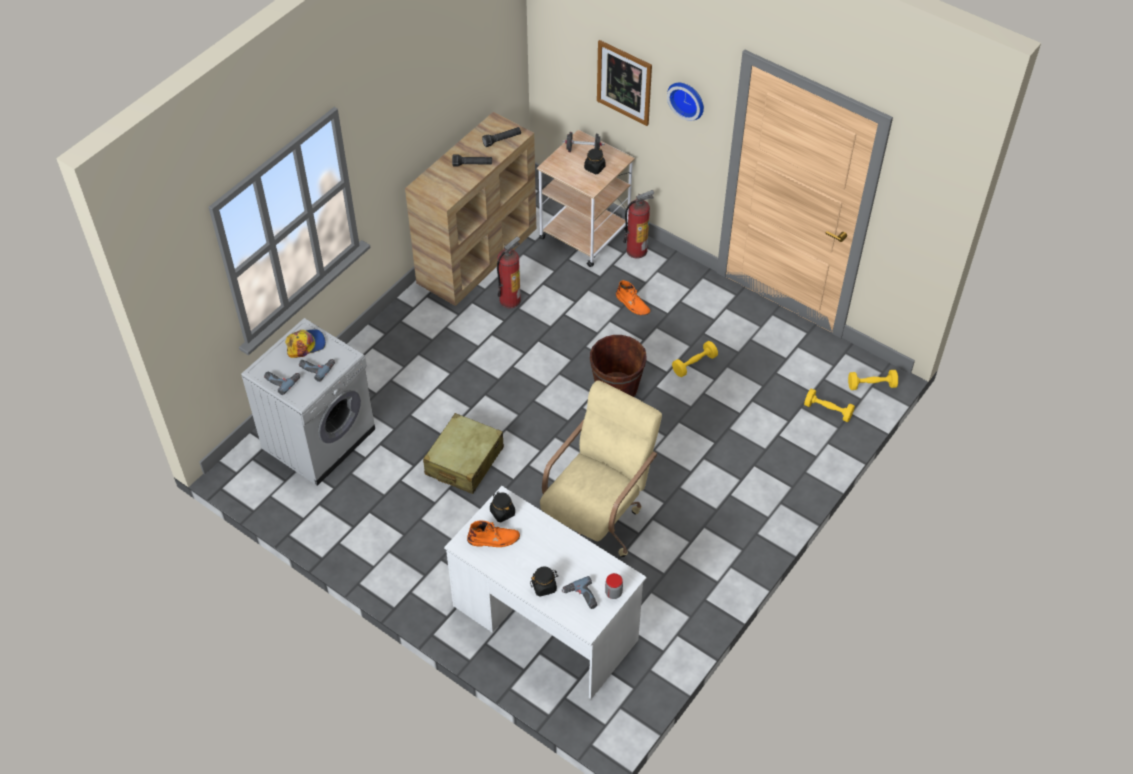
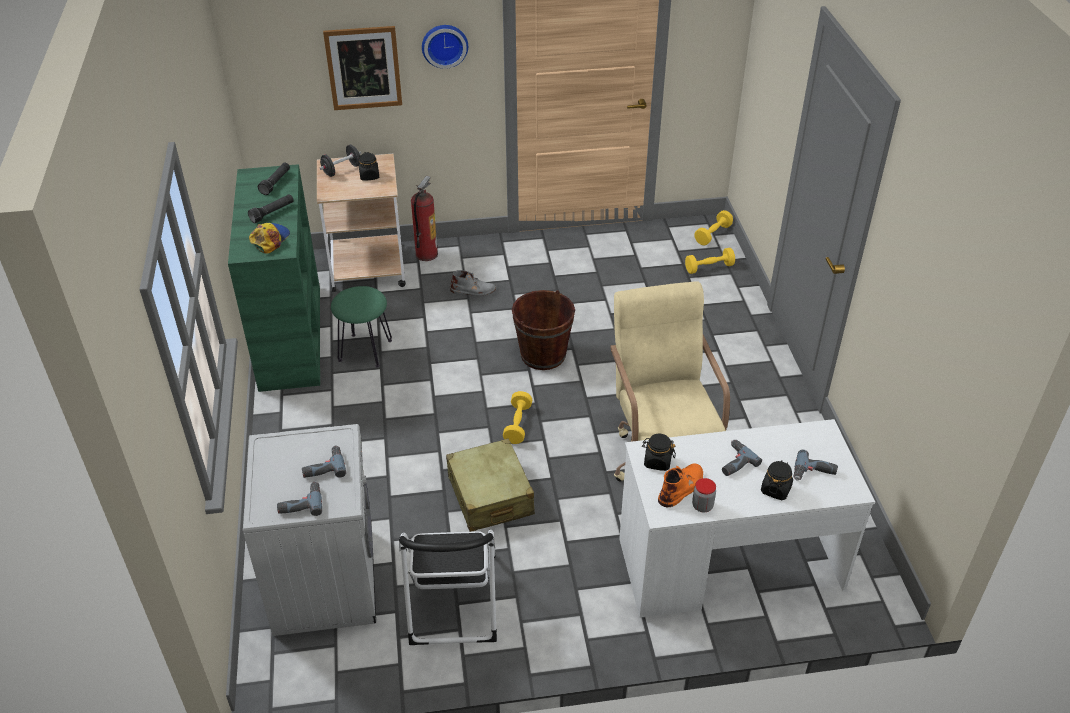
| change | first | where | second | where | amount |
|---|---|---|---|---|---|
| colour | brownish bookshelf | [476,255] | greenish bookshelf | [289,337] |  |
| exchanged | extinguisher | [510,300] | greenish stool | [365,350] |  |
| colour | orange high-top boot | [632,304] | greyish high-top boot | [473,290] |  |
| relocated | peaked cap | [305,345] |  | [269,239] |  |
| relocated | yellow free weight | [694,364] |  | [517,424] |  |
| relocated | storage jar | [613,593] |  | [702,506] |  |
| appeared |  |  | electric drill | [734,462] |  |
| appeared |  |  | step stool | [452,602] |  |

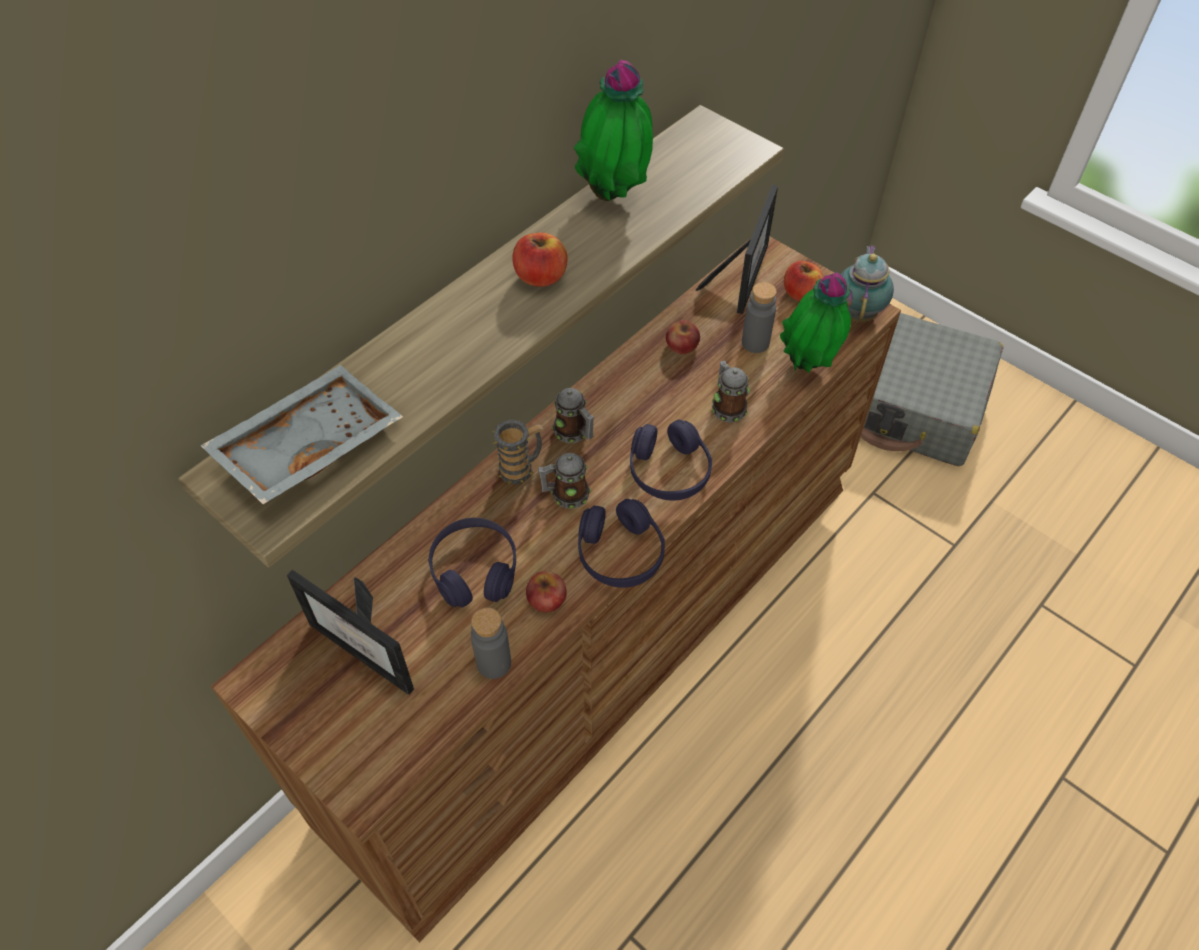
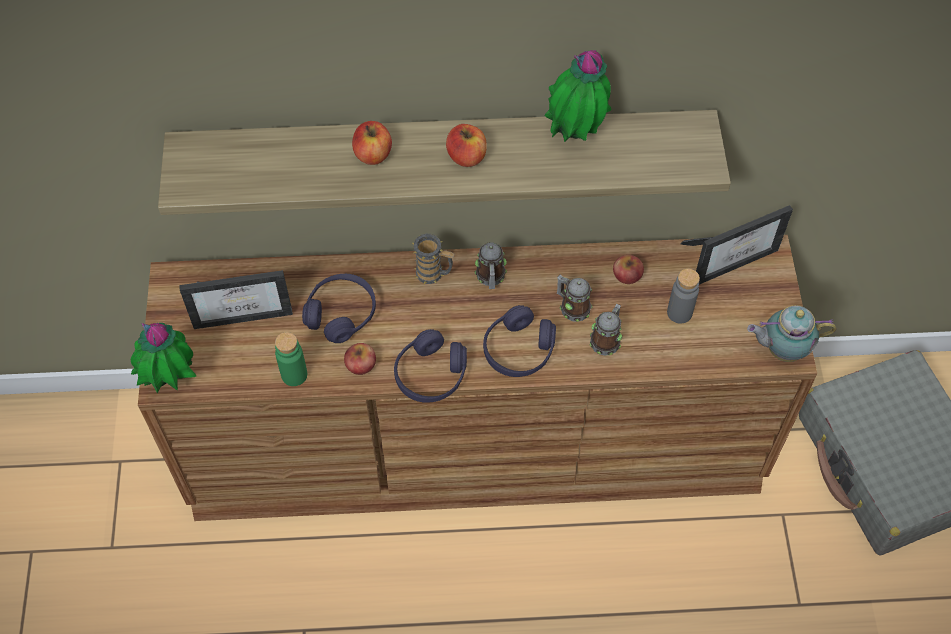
| change | first | where | second | where | amount |
|---|---|---|---|---|---|
| spun | teapot | [858,312] |  | [781,350] | 150 degrees counterclockwise |
| relocated | apple | [801,294] |  | [373,154] |  |
| relocated | plant in a pot | [808,367] |  | [171,383] |  |
| missing | greyish tray | [307,444] |  |  |  |
| relocated | mug | [565,494] |  | [572,307] |  |
| spun | standing frame | [372,647] |  | [244,310] | 90 degrees counterclockwise |
| colour | greyish bottle | [494,663] | greenish bottle | [294,375] |  |

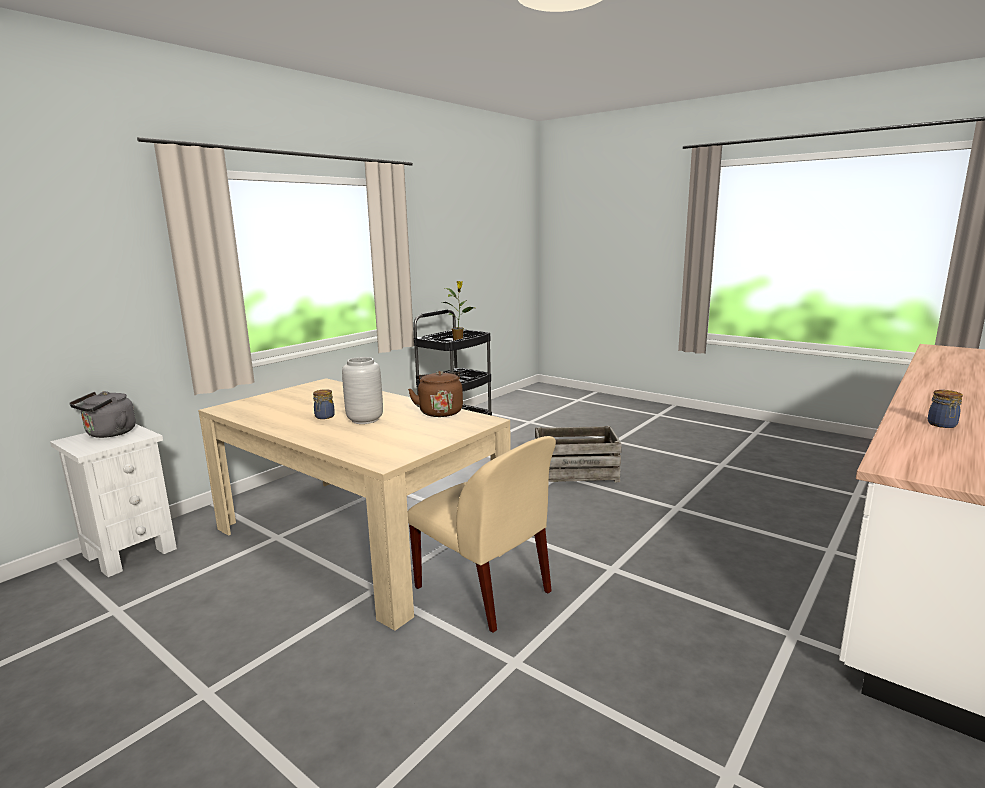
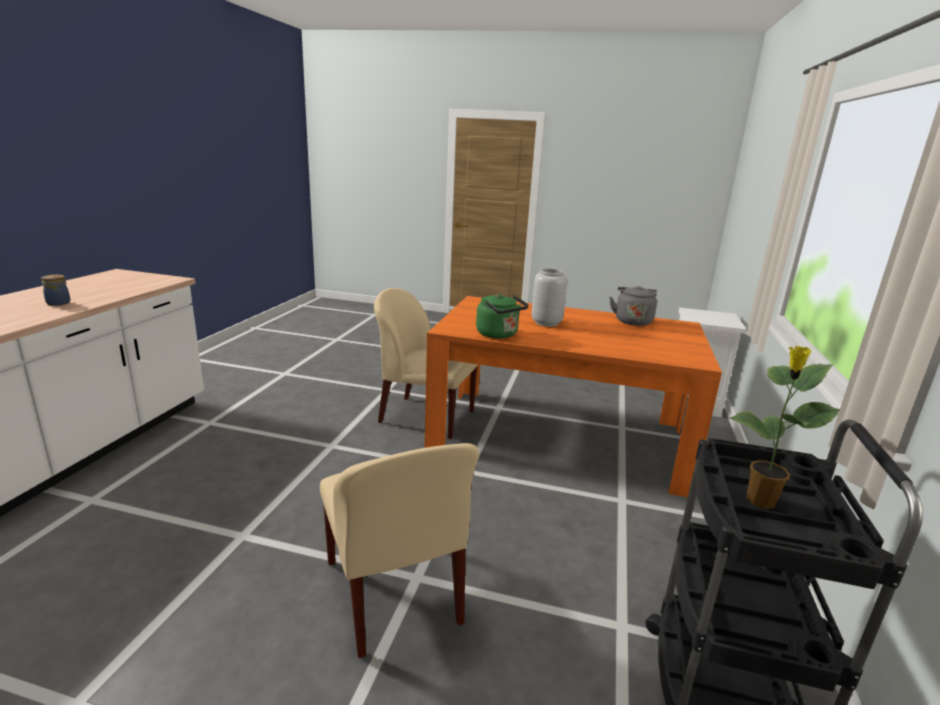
| change | first | where | second | where | amount |
|---|---|---|---|---|---|
| colour | brownish tea kettle | [439,412] | greenish tea kettle | [499,334] |  |
| colour | sand-coloured kitchen table | [359,538] | orange kitchen table | [558,437] |  |
| missing | storage jar | [324,417] |  |  |  |
| relocated | greyish tea kettle | [109,434] |  | [632,321] |  |
| exchanged | crate | [575,472] | sand-coloured chair | [393,594] |  |

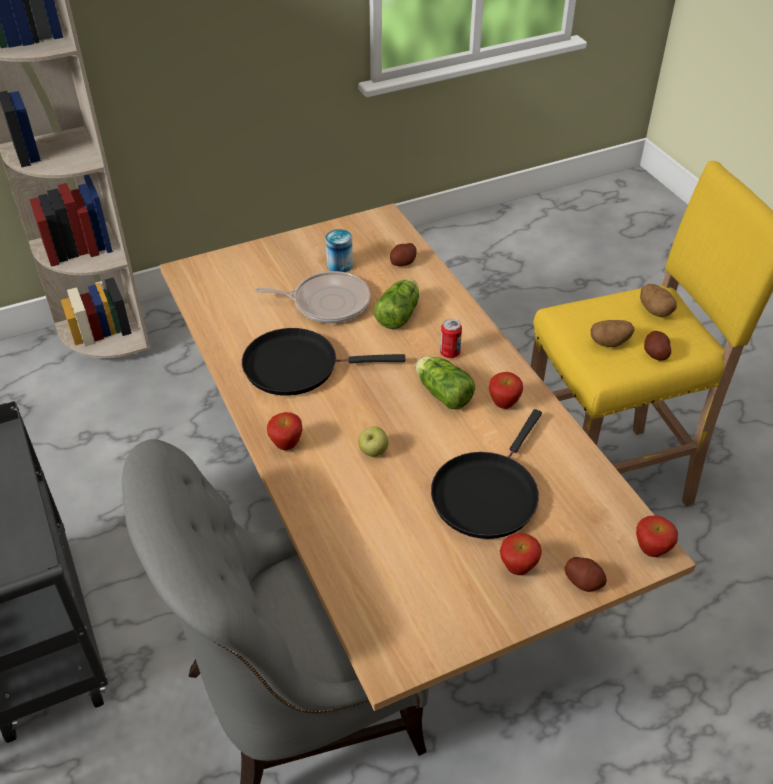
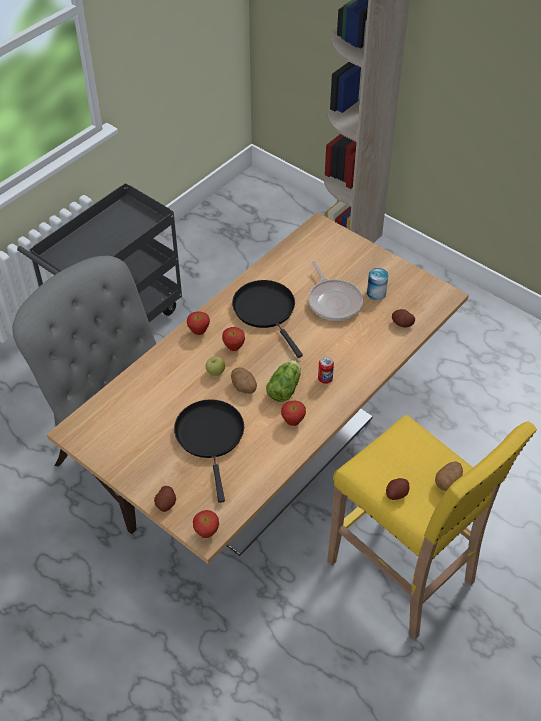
| change | first | where | second | where | amount |
|---|---|---|---|---|---|
| missing | head of lettuce | [399,313] |  |  |  |
| relocated | whole potato | [609,342] |  | [244,387] |  |
| spun | blackish pan | [487,493] |  | [211,436] | 75 degrees clockwise |
| relocated | apple | [517,568] |  | [234,348] |  |

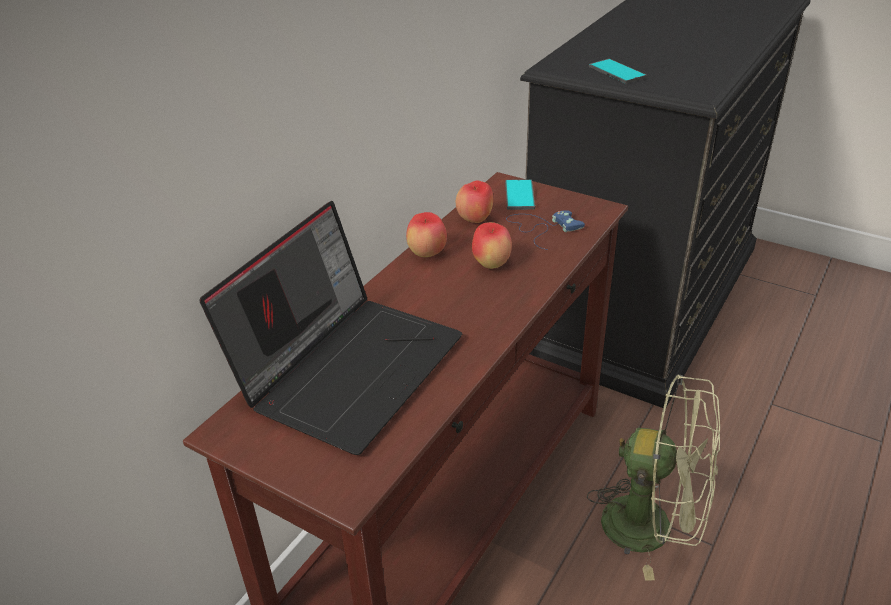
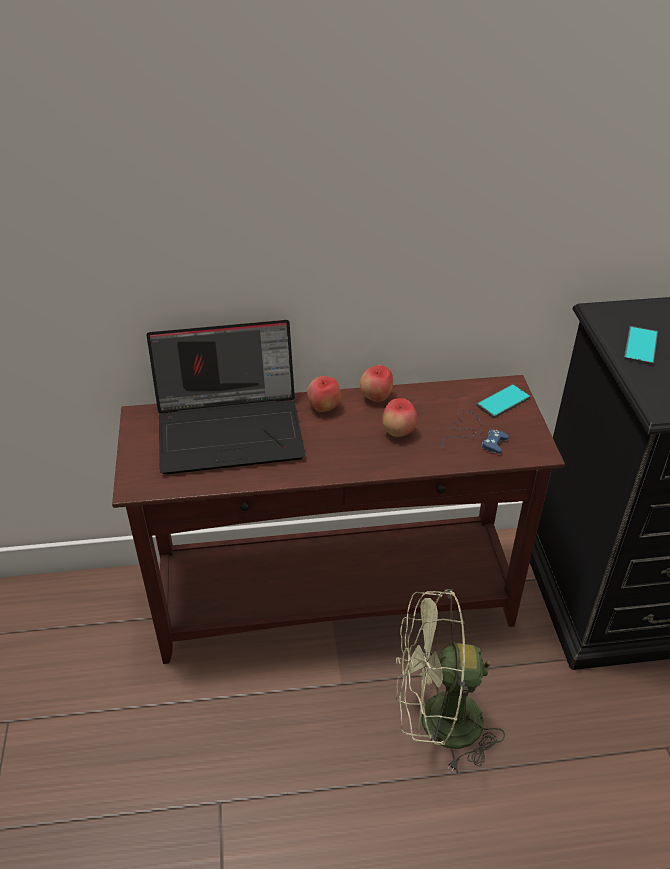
| change | first | where | second | where | amount |
|---|---|---|---|---|---|
| relocated | apple | [475,220] |  | [323,408] |  |
| spun | greenish cooling fan | [653,527] |  | [436,723] | 105 degrees clockwise |

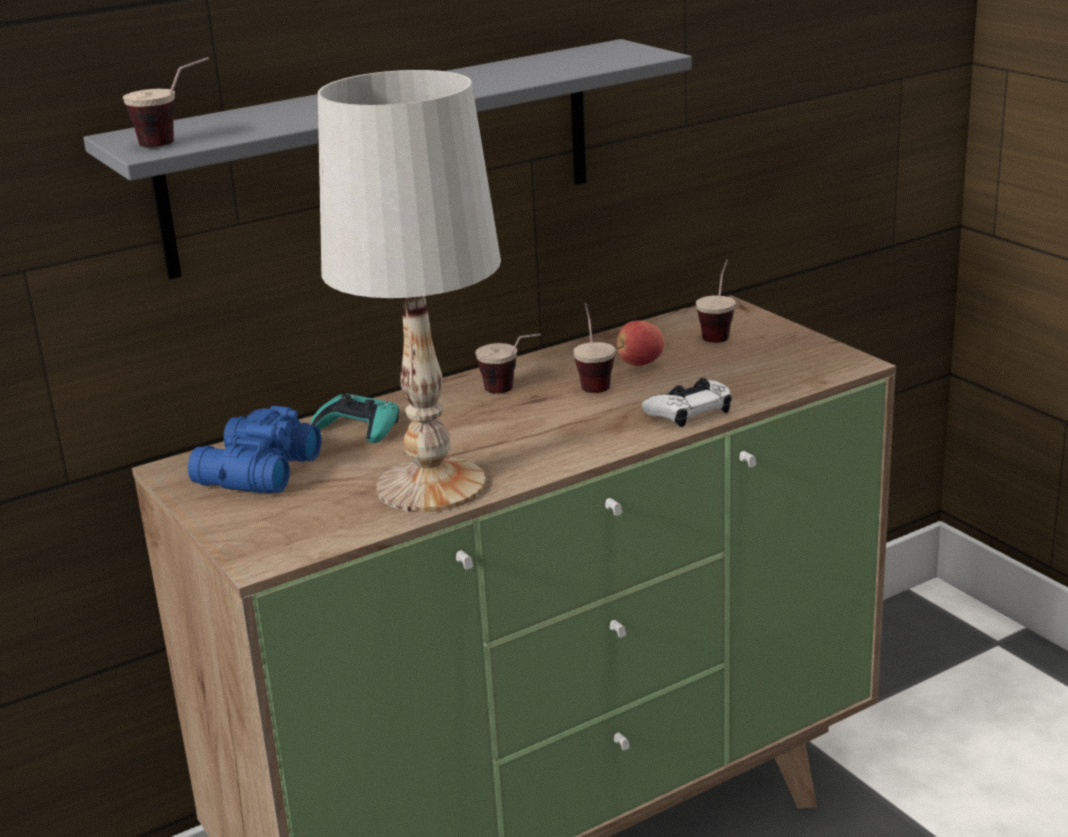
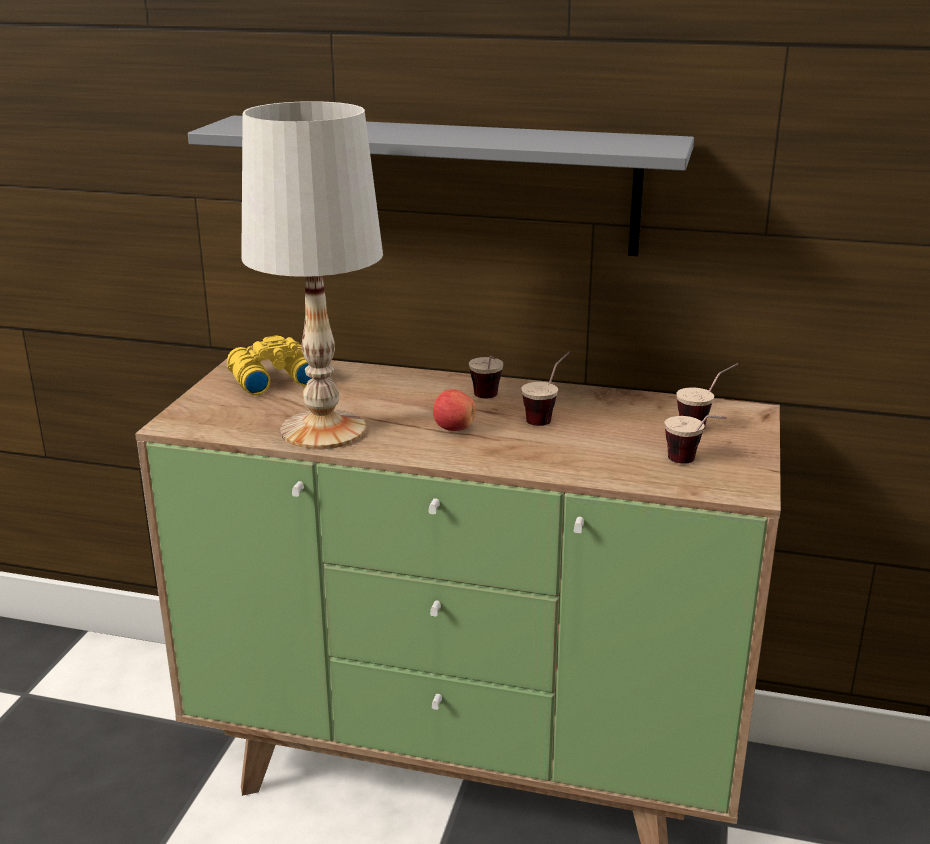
| change | first | where | second | where | amount |
|---|---|---|---|---|---|
| relocated | small cup | [176,144] |  | [692,464] |  |
| relocated | apple | [639,363] |  | [454,428] |  |
| missing | whitish gamepad | [689,411] |  |  |  |
| missing | turquoise gamepad | [359,427] |  |  |  |
| colour | bluish field glasses | [254,472] | yellow field glasses | [271,379] |  |

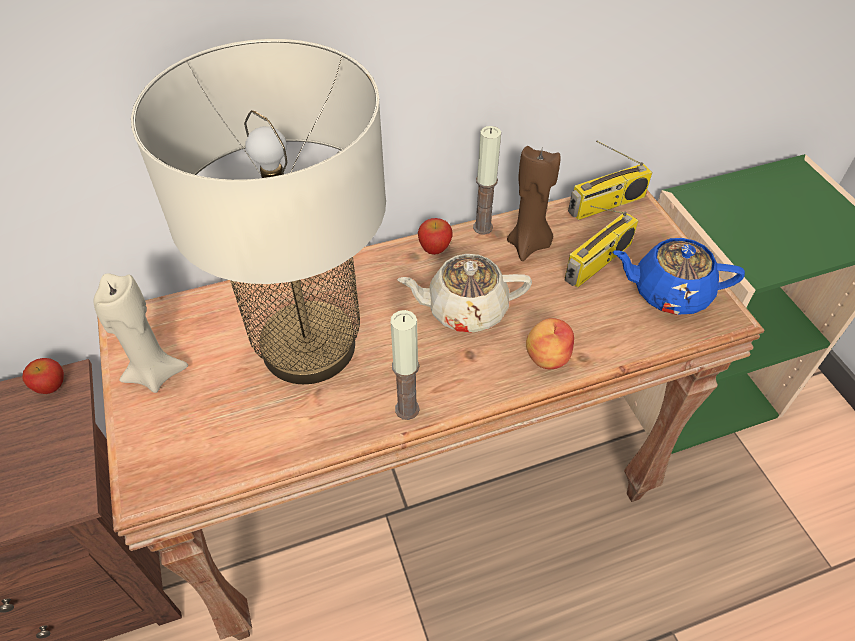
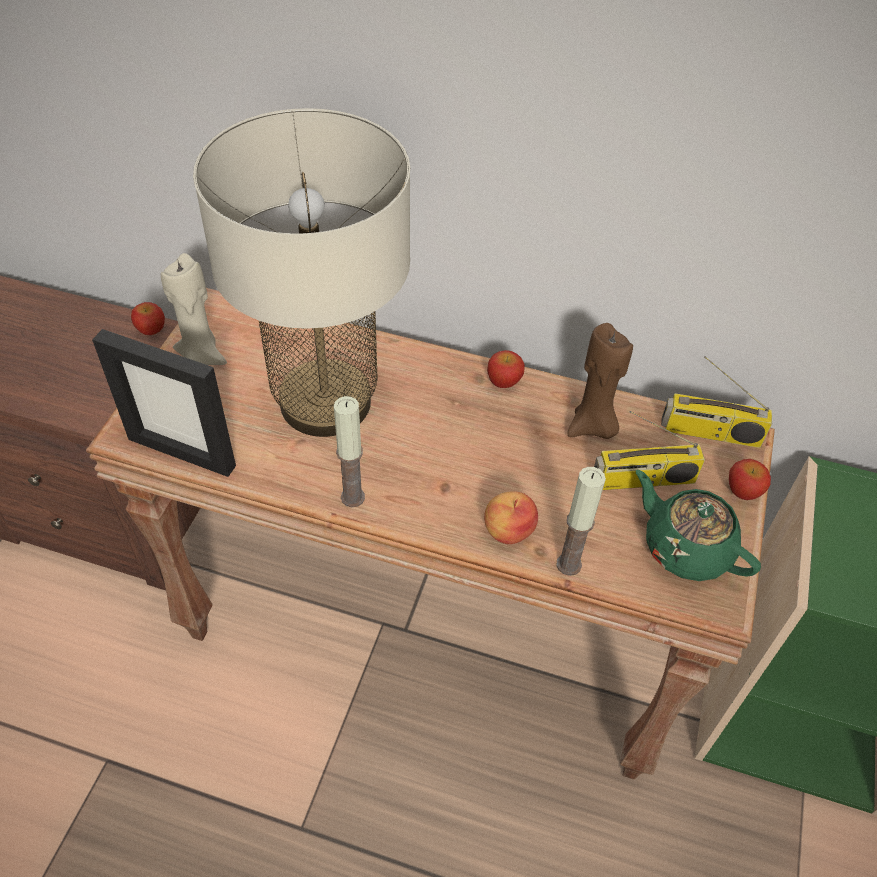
| change | first | where | second | where | amount |
|---|---|---|---|---|---|
| relocated | wax candle | [482,227] |  | [568,564] |  |
| colour | bluish teapot | [668,292] | greenish teapot | [685,547] |  |
| missing | sand-coloured teapot | [465,309] |  |  |  |
| appeared |  |  | standing frame | [183,450] |  |
| appeared |  |  | apple | [743,491] |  |

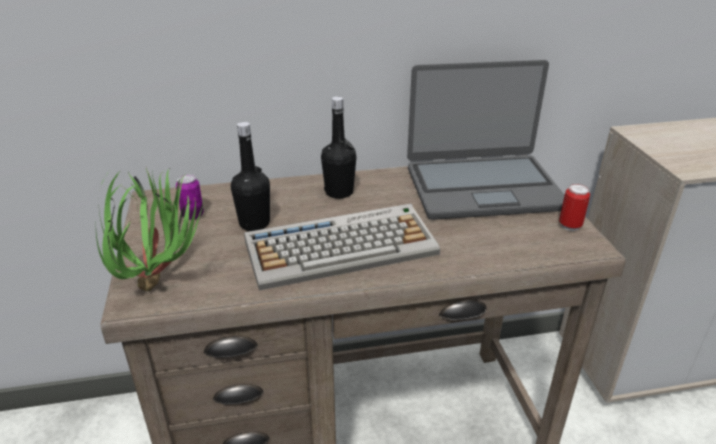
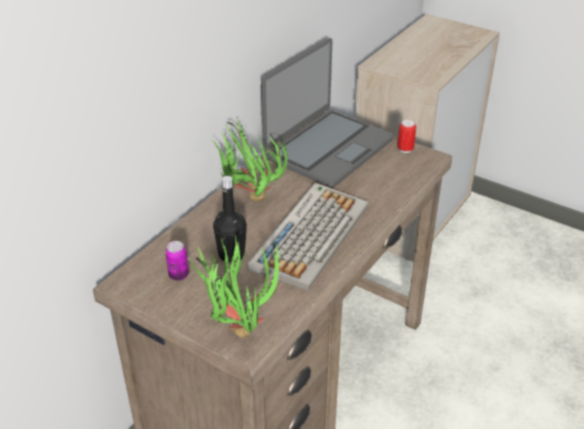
| change | first | where | second | where | amount |
|---|---|---|---|---|---|
| exchanged | blackish bottle | [339,192] | plant in a pot | [248,200] |  |

